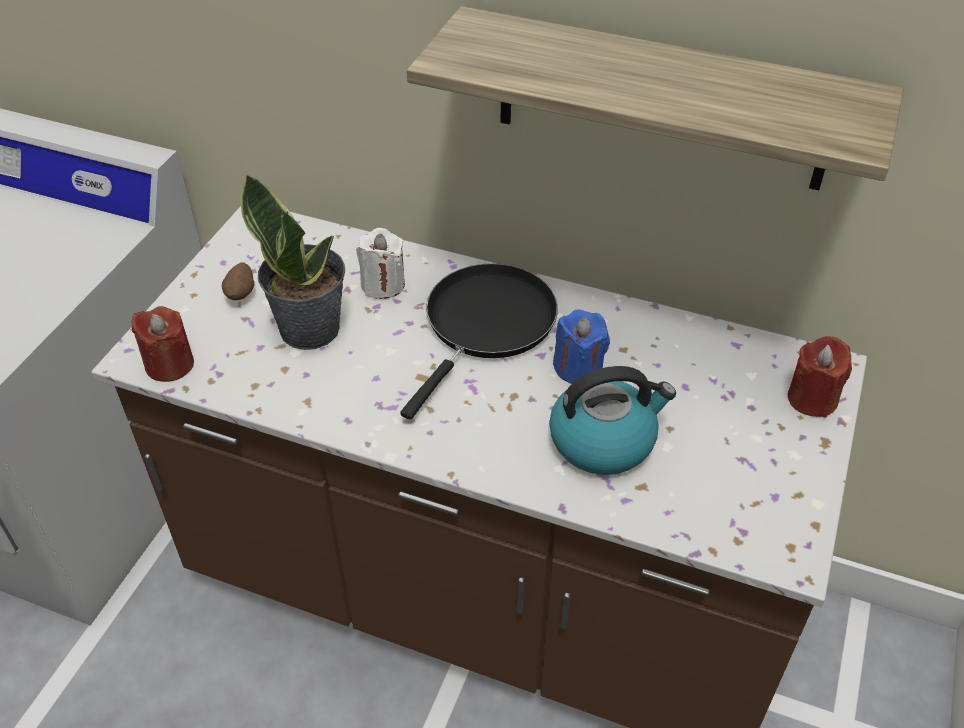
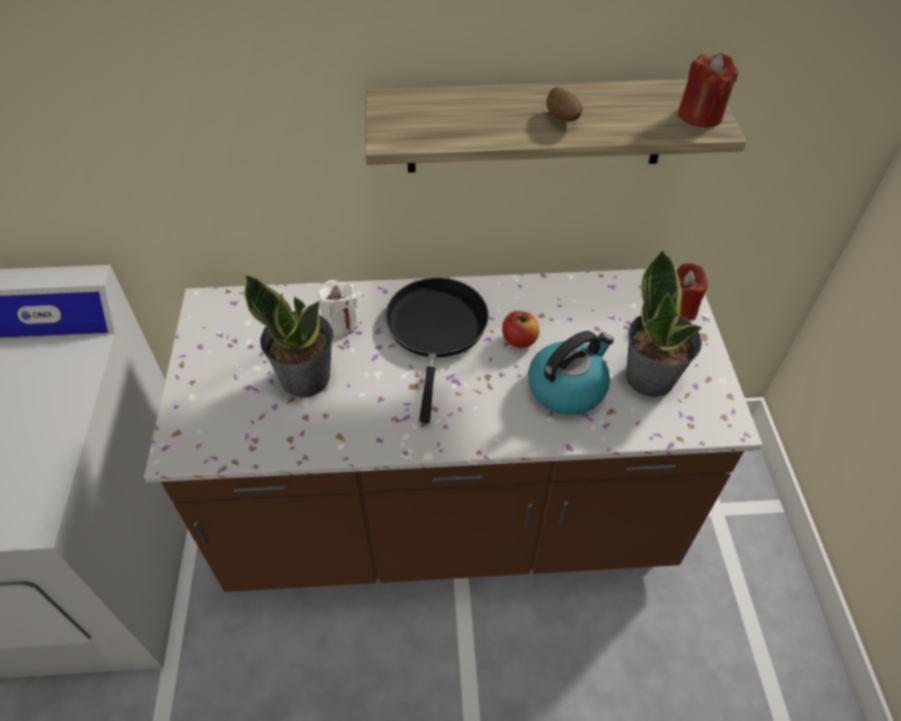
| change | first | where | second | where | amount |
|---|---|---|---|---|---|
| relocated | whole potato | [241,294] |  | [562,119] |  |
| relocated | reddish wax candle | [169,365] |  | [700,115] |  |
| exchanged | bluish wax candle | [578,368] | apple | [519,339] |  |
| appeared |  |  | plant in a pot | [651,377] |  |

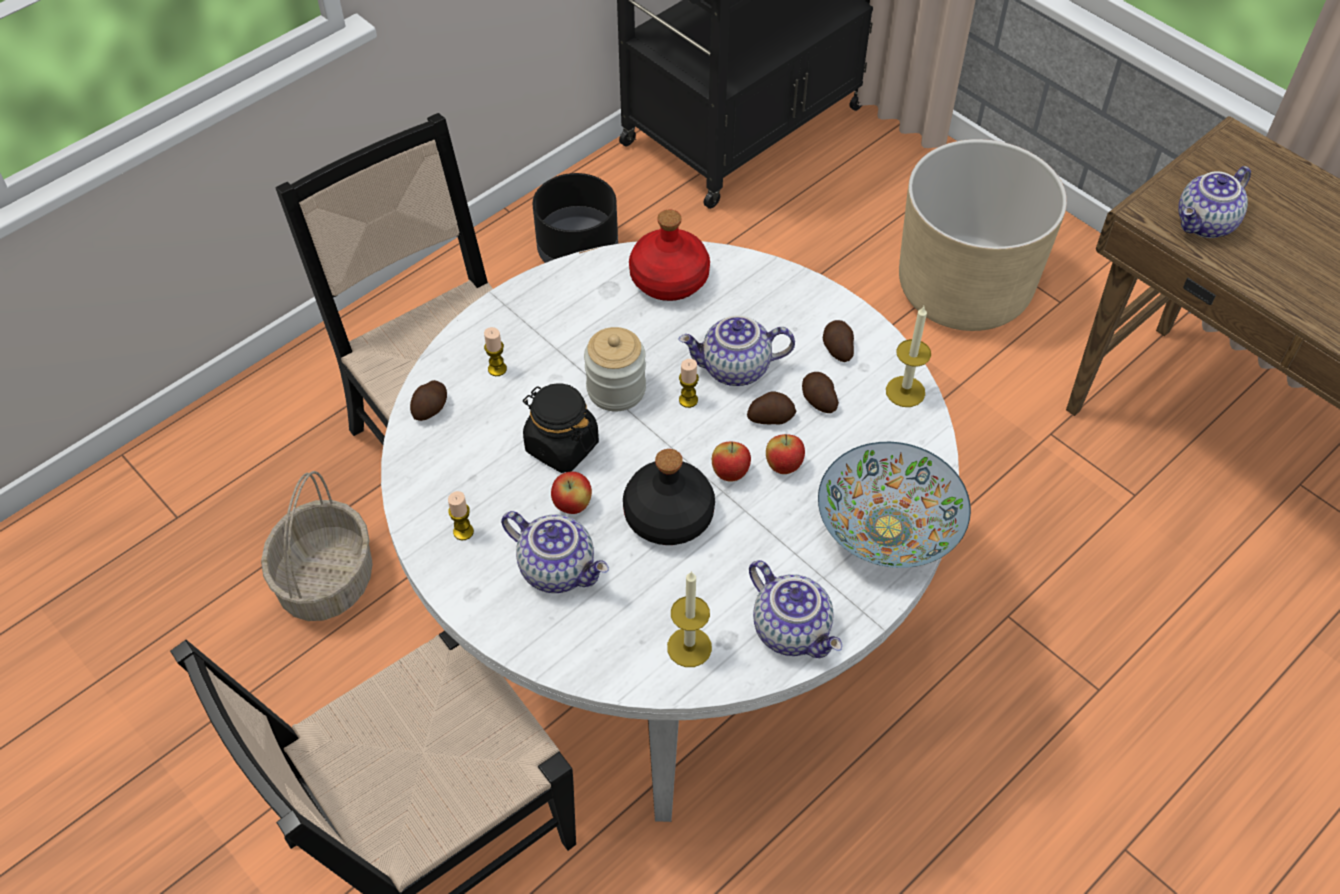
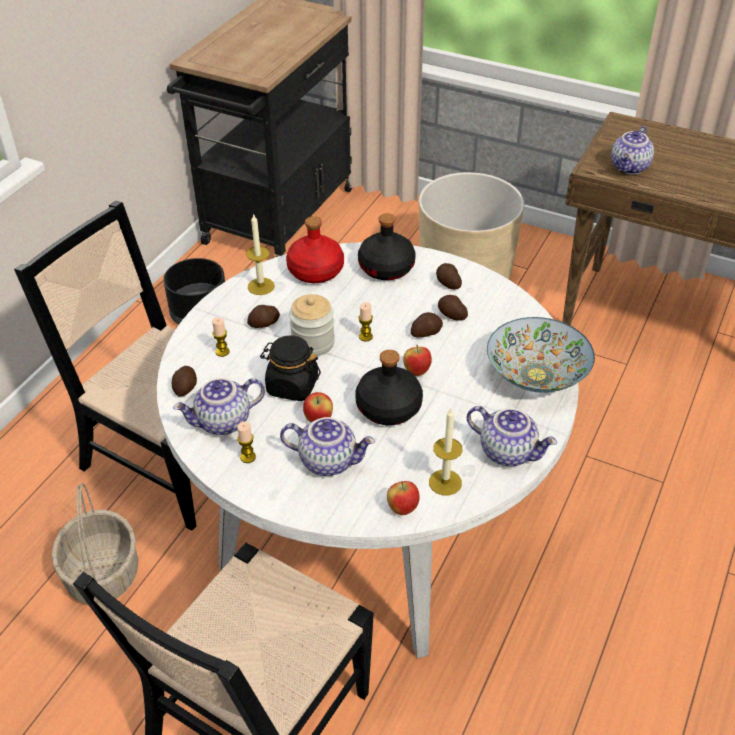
| change | first | where | second | where | amount |
|---|---|---|---|---|---|
| relocated | wax candle | [905,391] |  | [261,286] |  |
| relocated | teapot | [735,369] |  | [223,423] |  |
| relocated | apple | [783,466] |  | [402,509] |  |
| appeared |  |  | blackish bottle | [387,267] |  |
| appeared |  |  | whole potato | [264,324] |  |

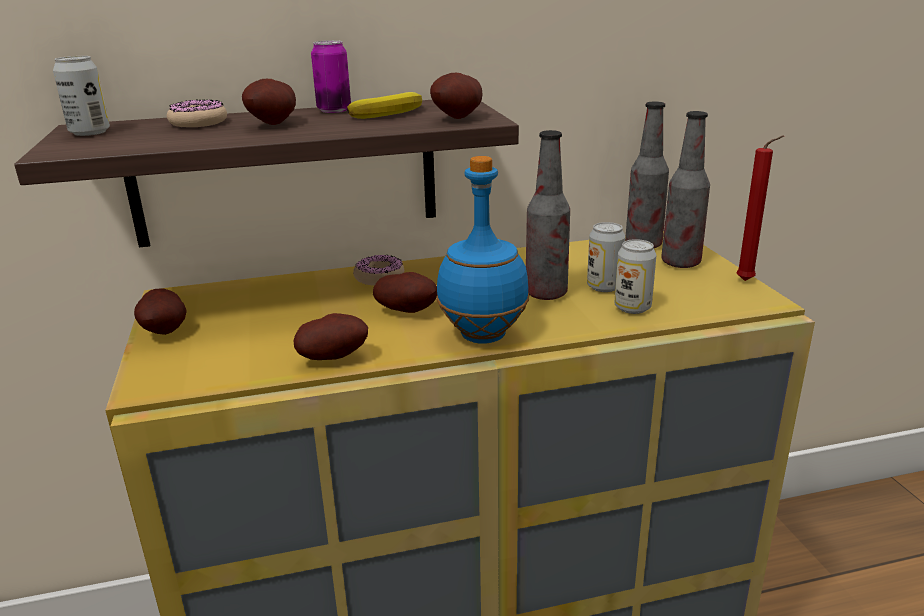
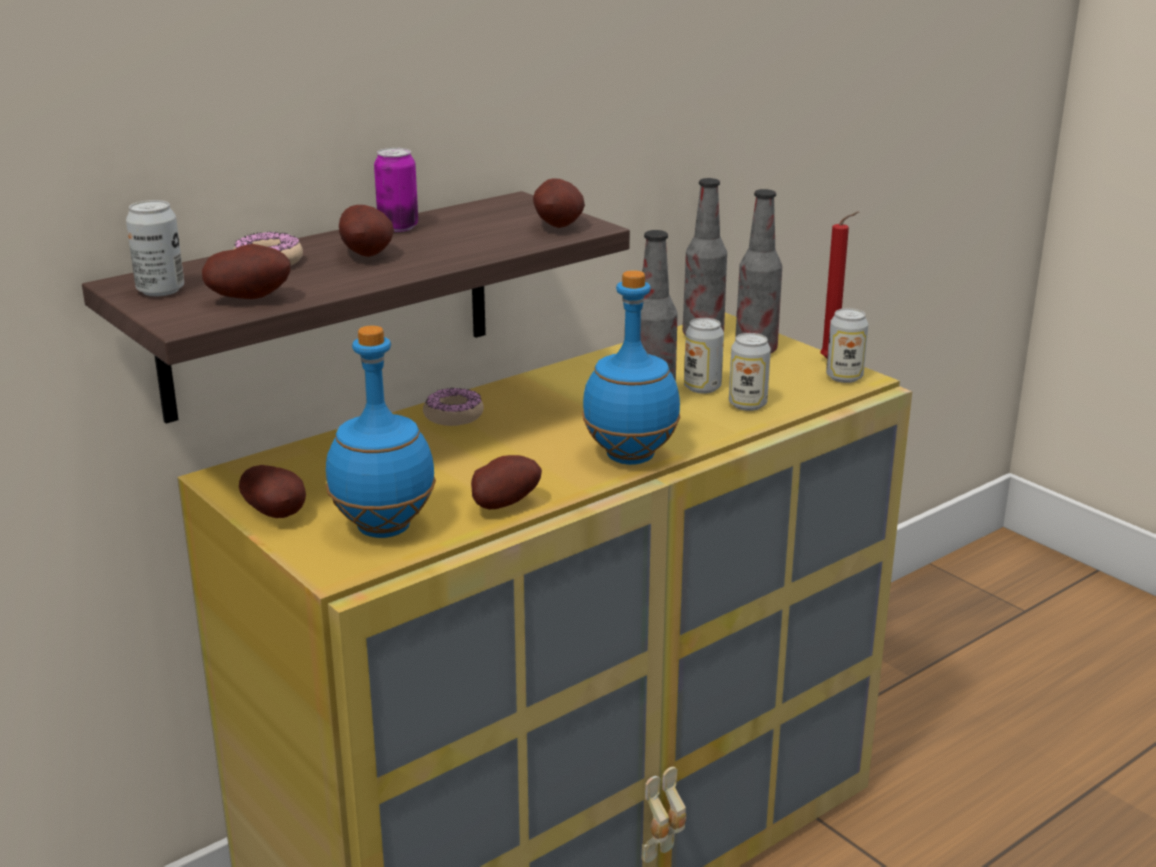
| change | first | where | second | where | amount |
|---|---|---|---|---|---|
| missing | banana | [391,113] |  |  |  |
| relocated | whole potato | [409,311] |  | [251,298] |  |
| appeared |  |  | metal can | [844,377] |  |
| appeared |  |  | bluish bottle | [383,527] |  |

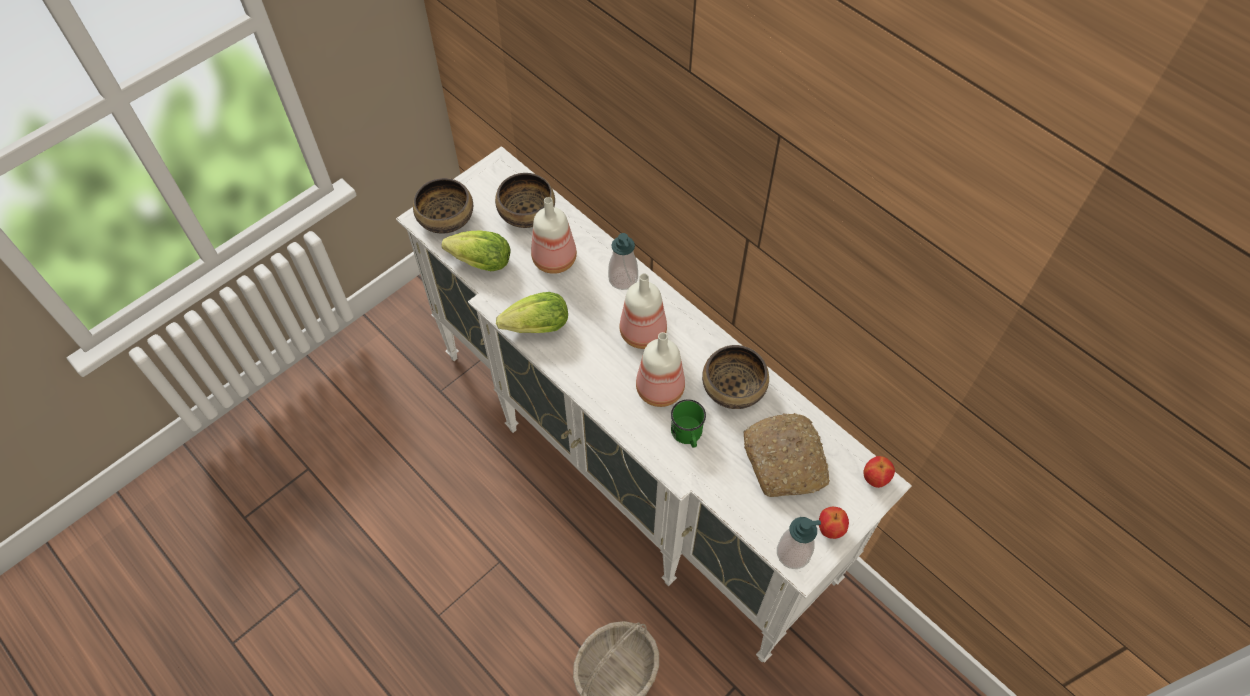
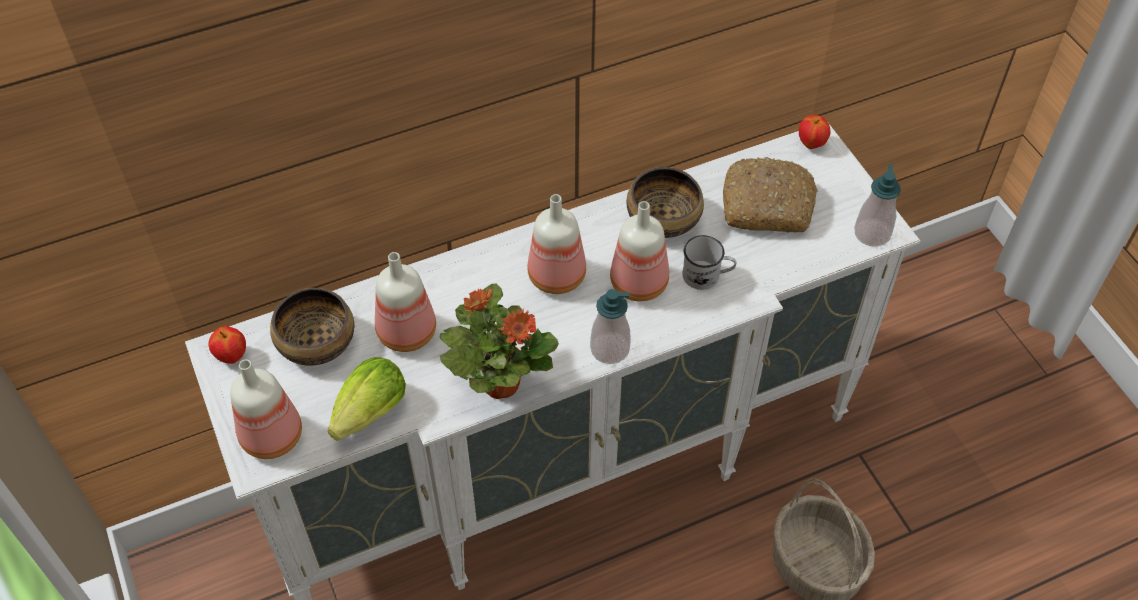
| change | first | where | second | where | amount |
|---|---|---|---|---|---|
| exchanged | deep dish | [446,218] | bottle | [273,435] |  |
| relocated | soap bottle | [623,279] |  | [610,349] |  |
| exchanged | head of lettuce | [533,328] | plant in a pot | [499,382] |  |
| colour | greenish mug | [688,435] | whitish mug | [707,276] |  |
| relocated | apple | [830,529] |  | [232,356] |  |

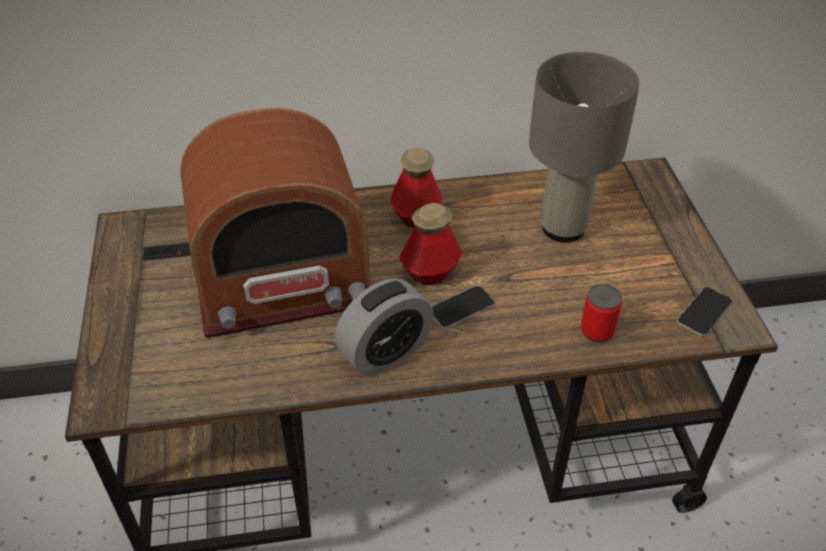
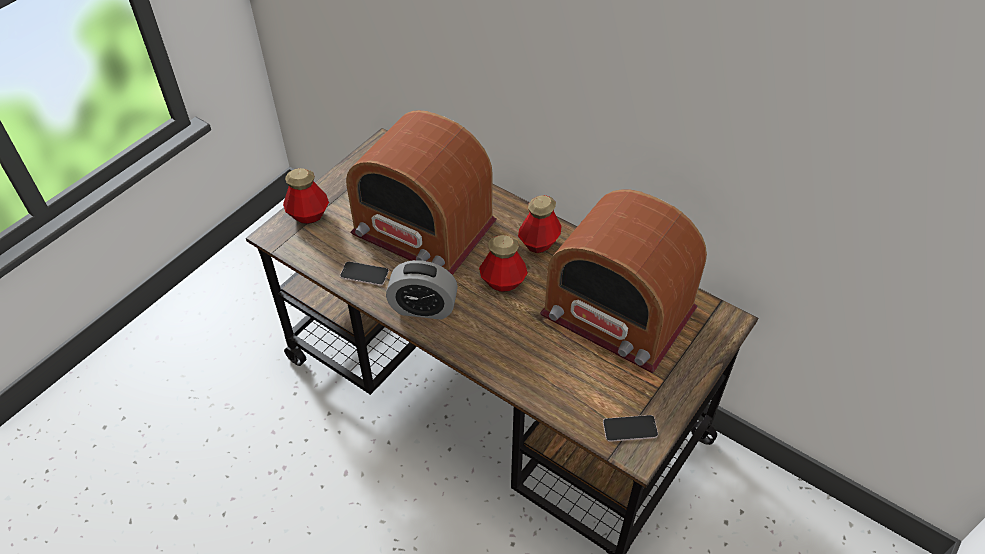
| change | first | where | second | where | amount |
|---|---|---|---|---|---|
| exchanged | greyish table lamp | [563,227] | radio | [618,313] |  |
| missing | metal can | [597,331] |  |  |  |
| relocated | telephone | [461,308] |  | [364,274] |  |
| appeared |  |  | bottle | [308,215] |  |

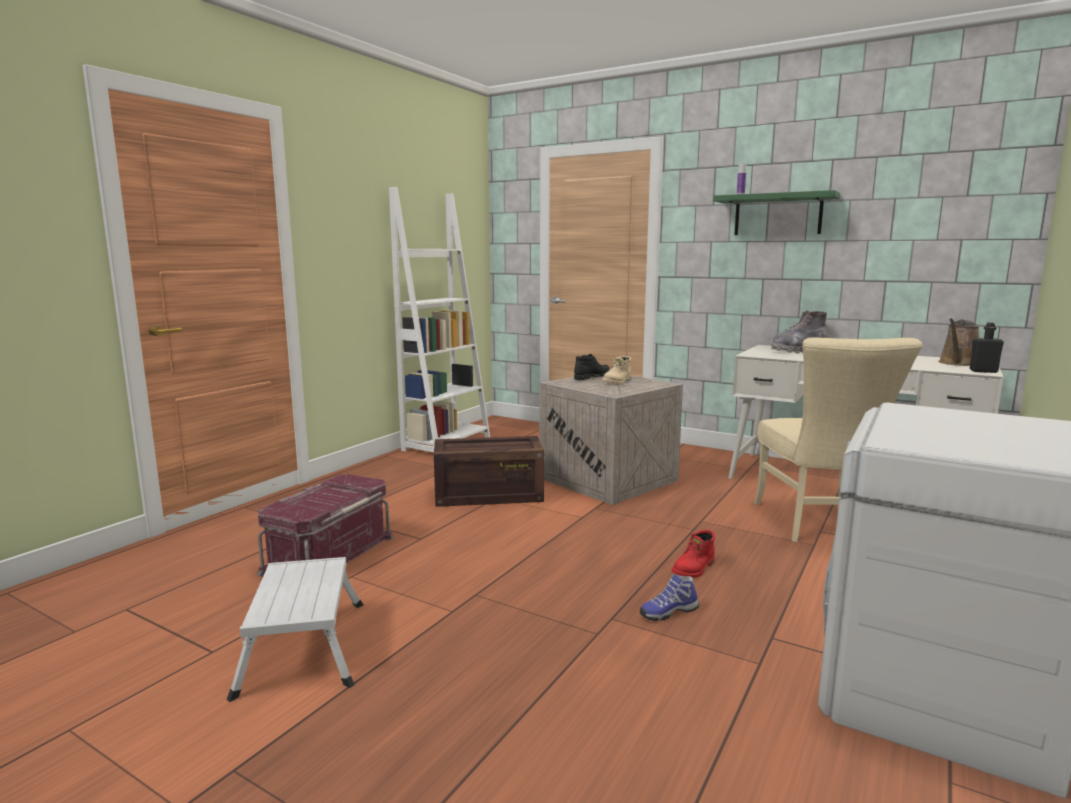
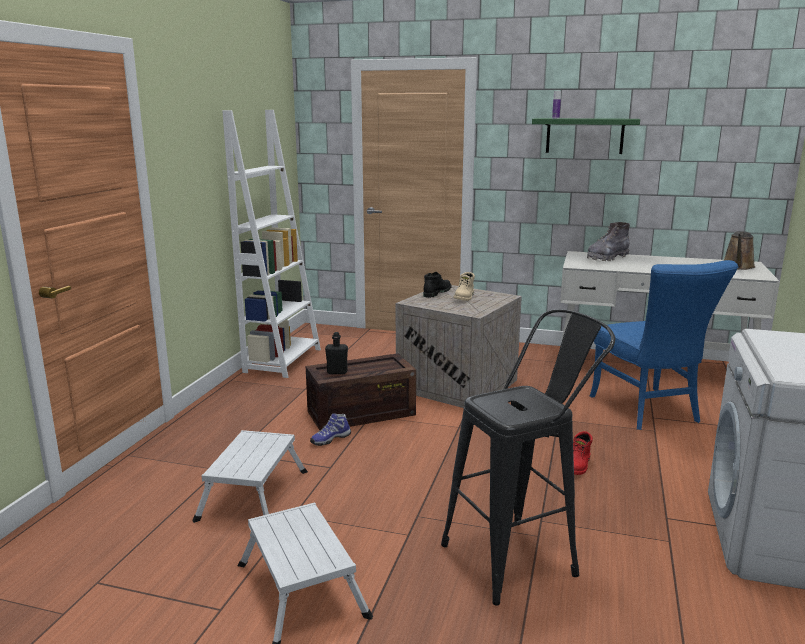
| change | first | where | second | where | amount |
|---|---|---|---|---|---|
| relocated | blackish bottle | [983,371] |  | [337,372] |  |
| colour | sand-coloured chair | [819,524] | bluish chair | [649,411] |  |
| exchanged | reddish storage box | [328,553] | whitish step stool | [254,494] |  |
| relocated | low shoe | [668,612] |  | [330,439] |  |
| appeared |  |  | blackish stool | [520,556] |  |

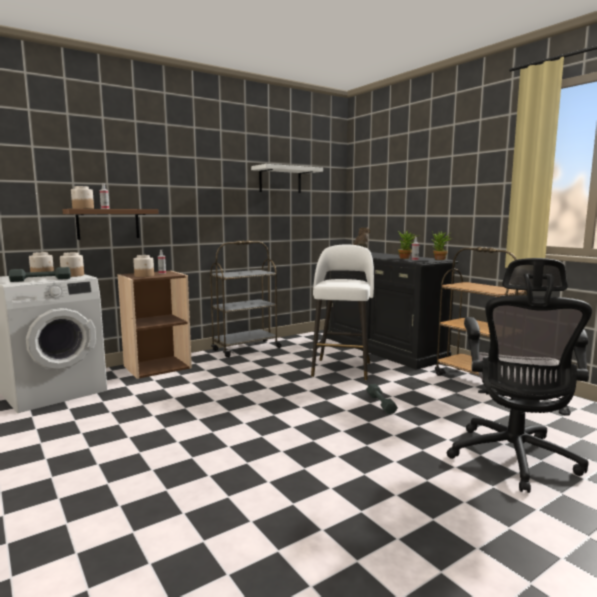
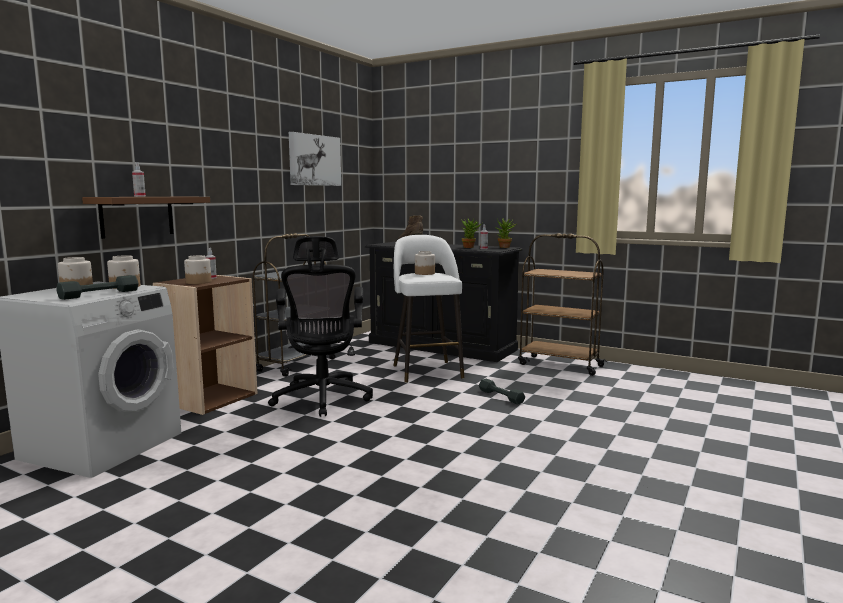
| change | first | where | second | where | amount |
|---|---|---|---|---|---|
| exchanged | whitish wall shelf | [280,180] | wall picture | [314,160] |  |
| relocated | storage jar | [83,208] |  | [424,273] |  |
| relocated | computer chair | [513,458] |  | [322,399] |  |

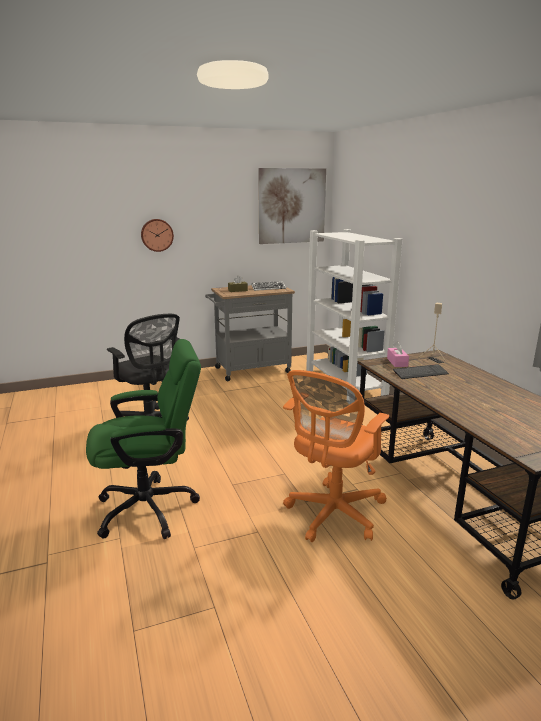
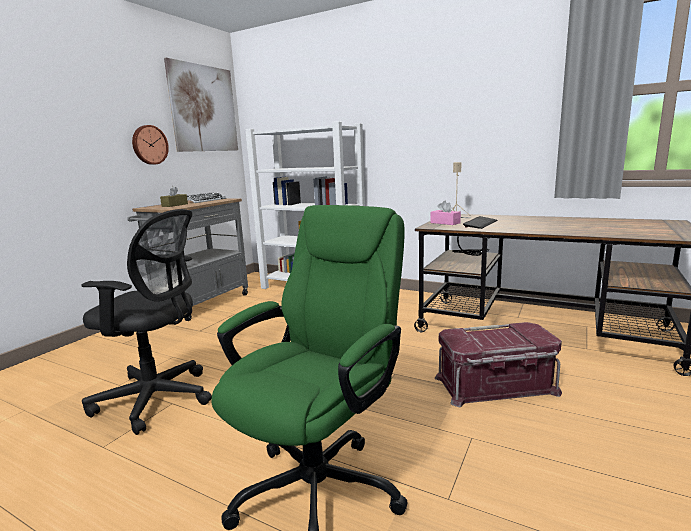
| change | first | where | second | where | amount |
|---|---|---|---|---|---|
| relocated | clock on the wall | [157,235] |  | [149,145] |  |
| exchanged | orange computer chair | [332,515] | reddish storage box | [496,386] |  |

